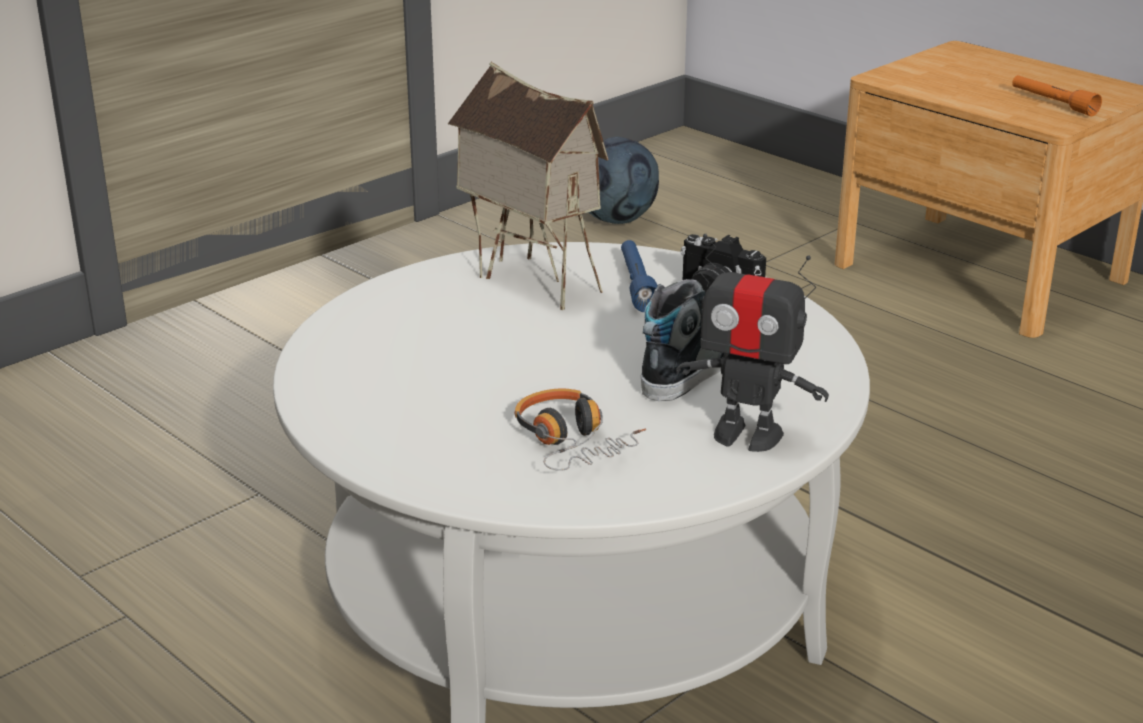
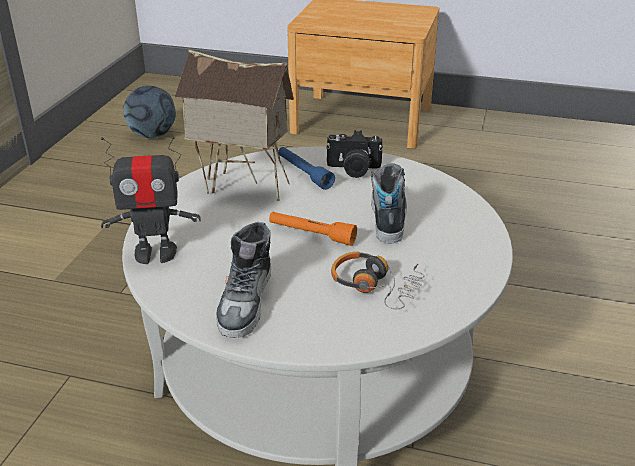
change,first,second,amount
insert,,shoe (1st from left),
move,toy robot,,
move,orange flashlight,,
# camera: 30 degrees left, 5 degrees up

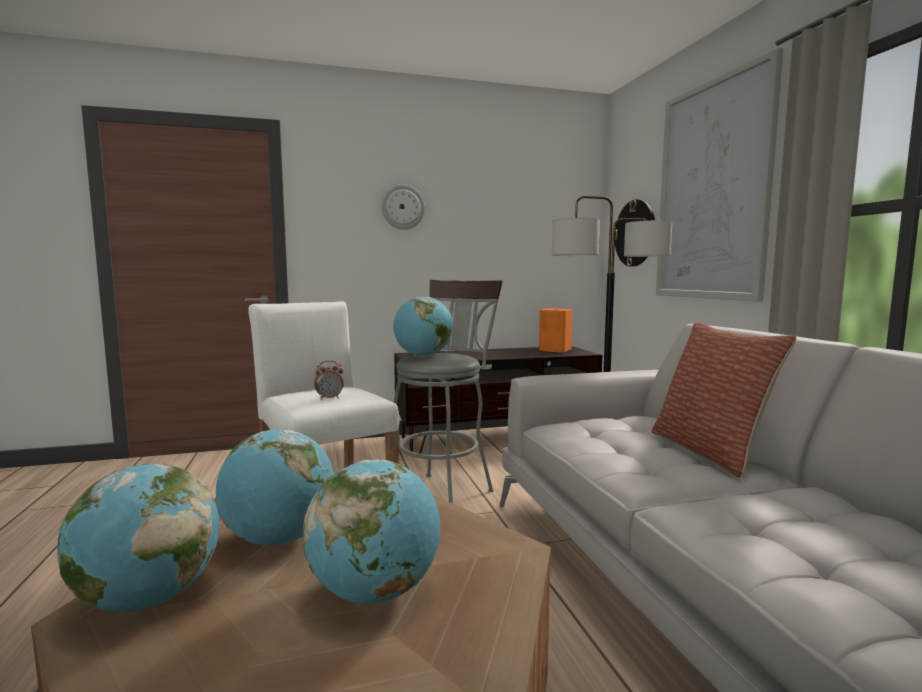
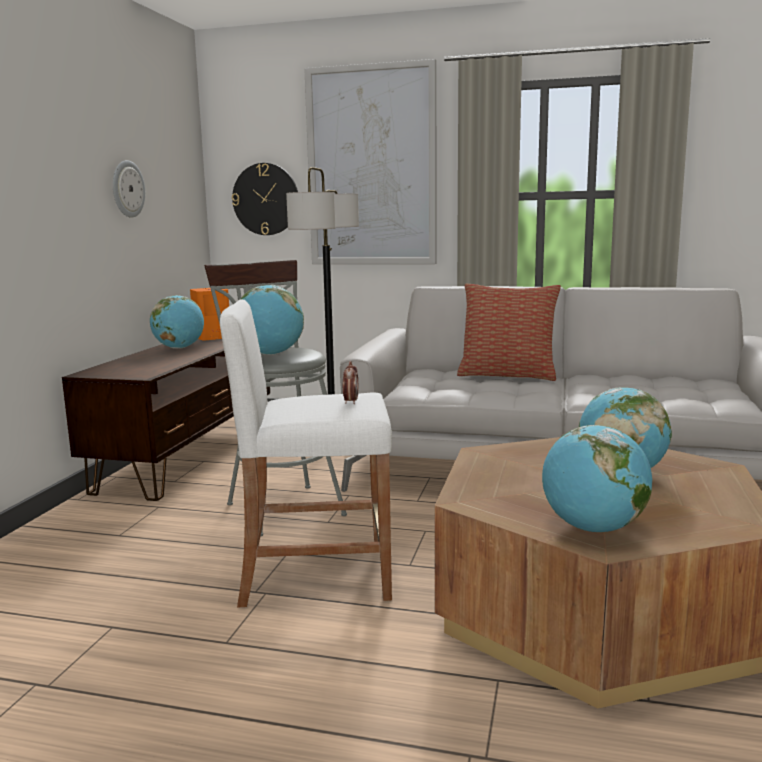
change,first,second,amount
move,globe (2nd from left in the first image),globe (1st from left),
move,wall clock (1st from left),,
# camera: 60 degrees left, 5 degrees up

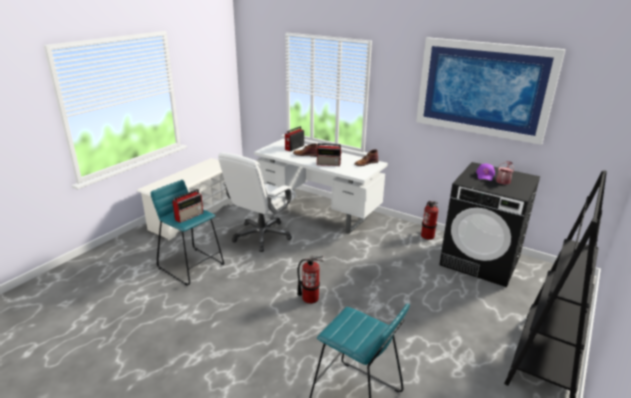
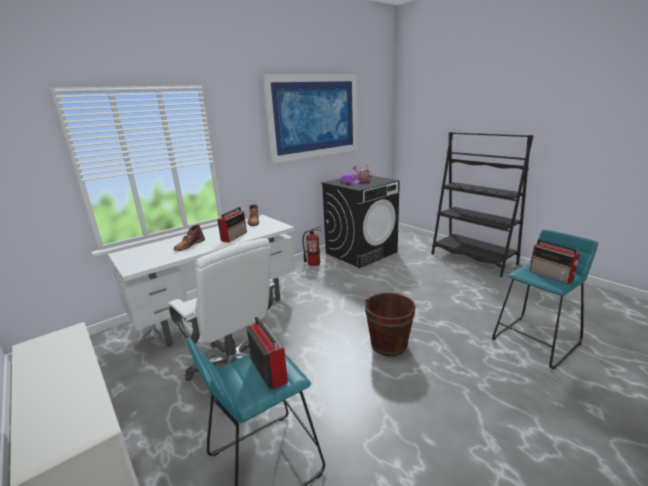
change,first,second,amount
move,radio (2nd from left in the first image),radio (3rd from left),
replace,fire extinguisher (1st from left),brown bucket,
# camera: 70 degrees left, 5 degrees down

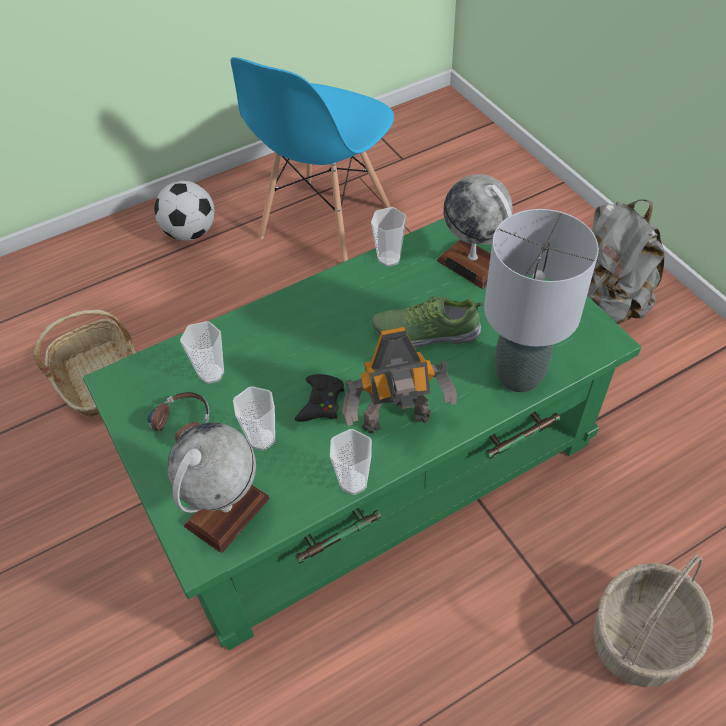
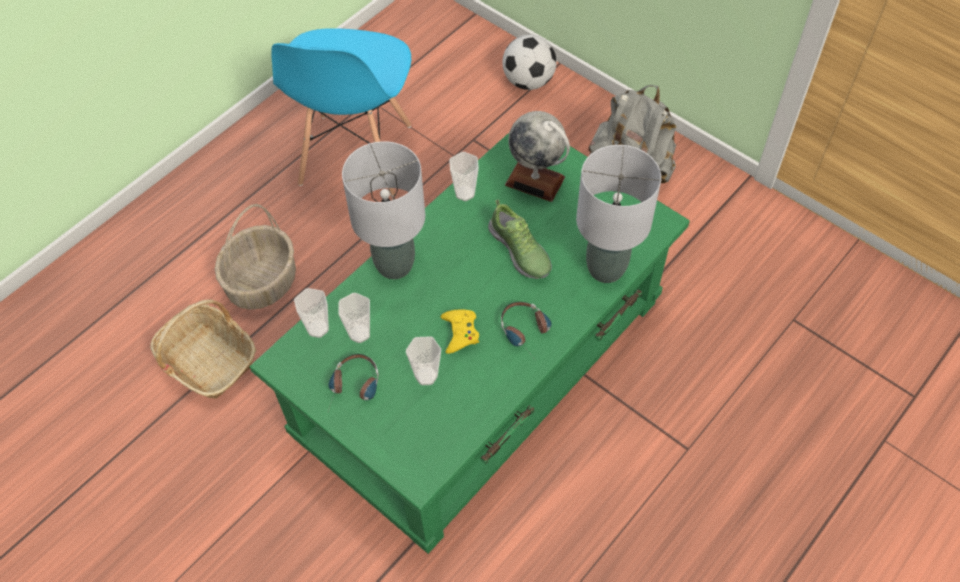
change,first,second,amount
delete,globe (1st from left),,
insert,,grey table lamp (1st from left),
move,football,,
move,cup (3rd from left in the first image),cup (1st from left),
move,basket (2nd from left),,
replace,toy robot,headphones (2nd from left),
recolor,black game controller,yellow game controller,
rotate,shoe,,105 degrees counterclockwise
# camera: 20 degrees left, 5 degrees up

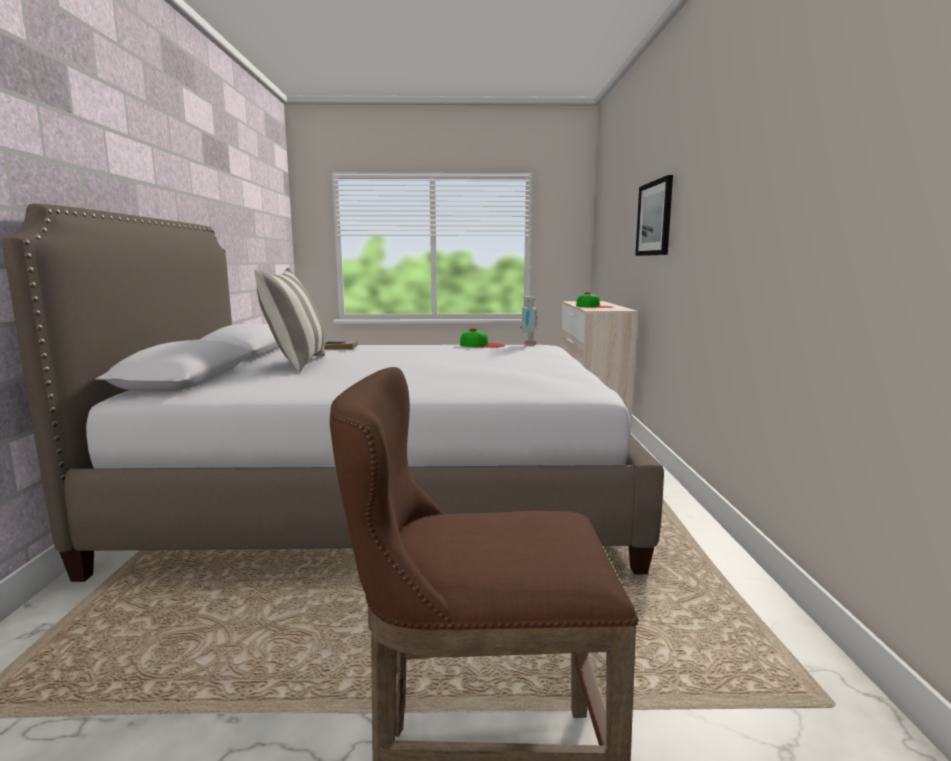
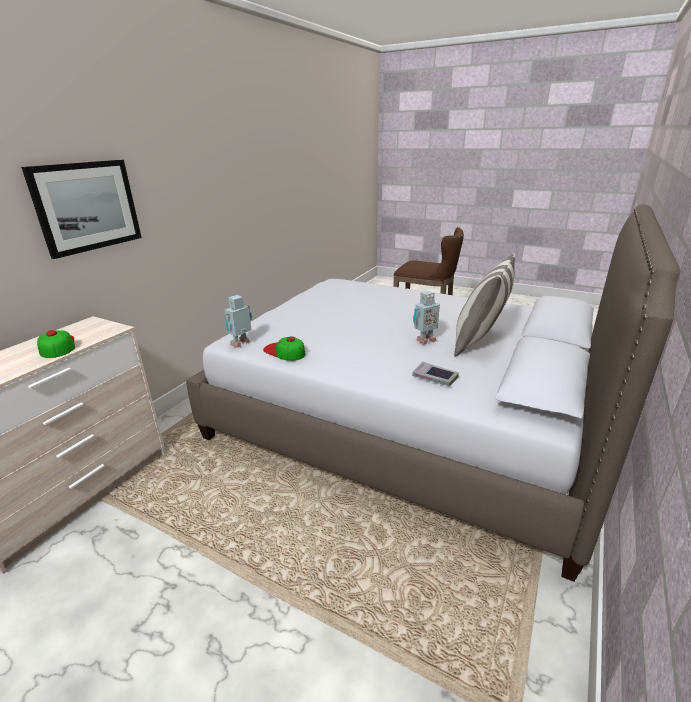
change,first,second,amount
insert,,toy robot (2nd from left),
# camera: 150 degrees left, 15 degrees up

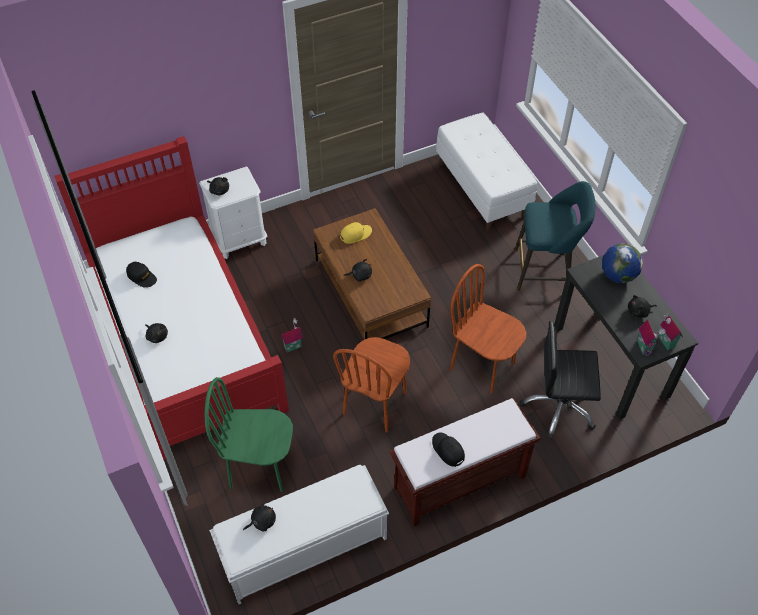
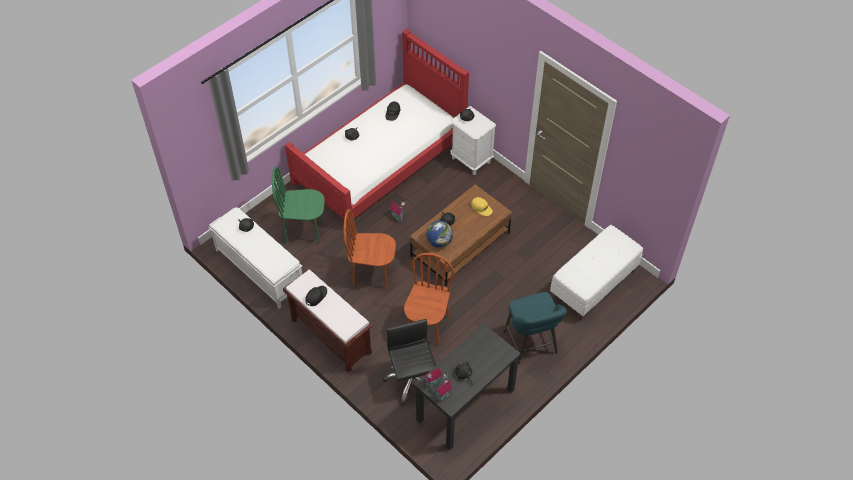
change,first,second,amount
move,globe,,
rotate,green chair,,75 degrees counterclockwise
# camera: 70 degrees right, 0 degrees up

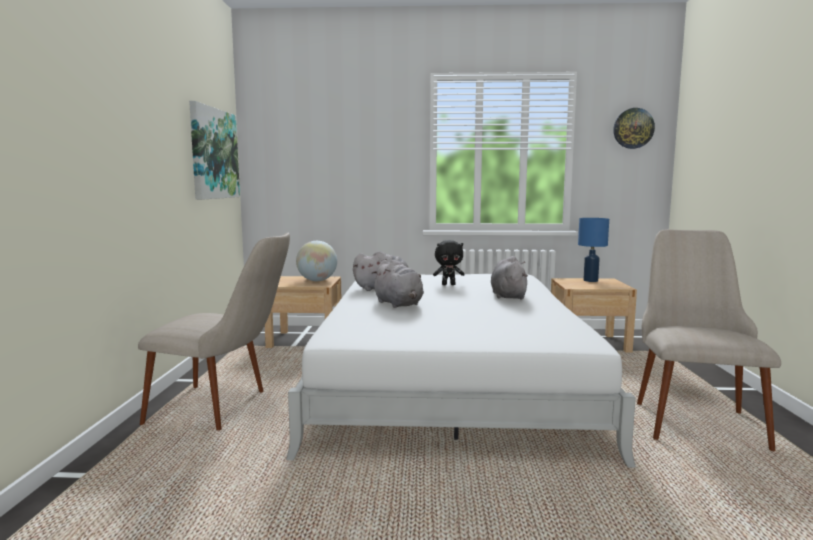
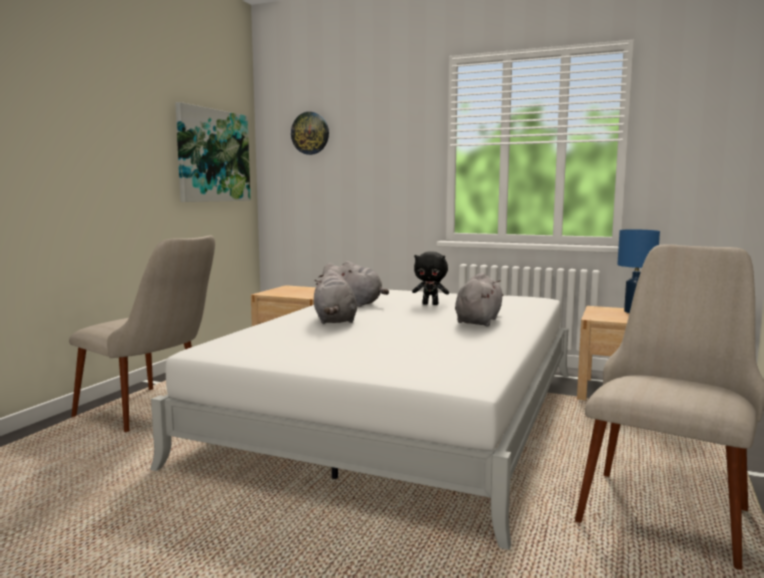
change,first,second,amount
delete,globe,,
move,wall clock,,
# camera: 20 degrees right, 0 degrees up

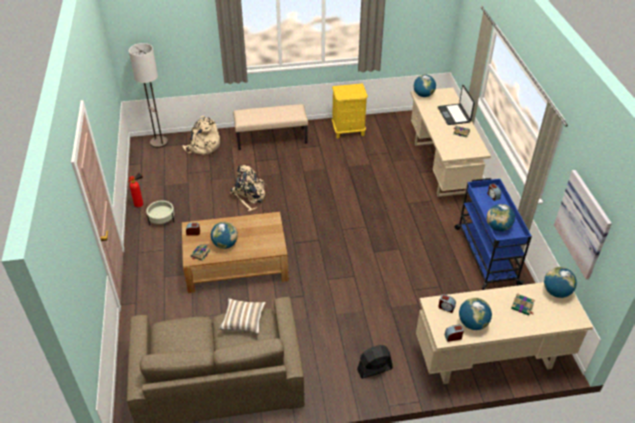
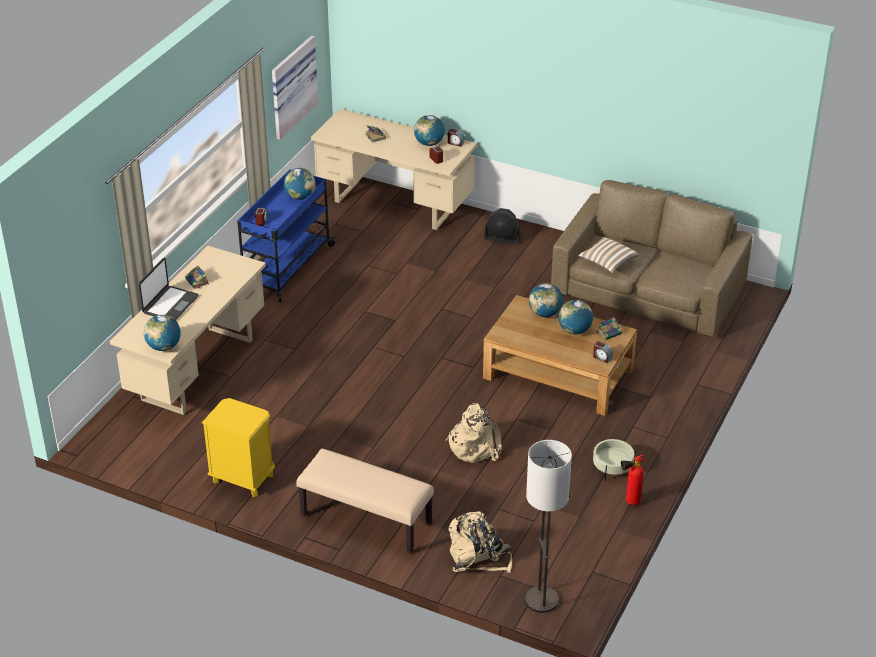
change,first,second,amount
move,globe (5th from left in the first image),globe (4th from left),
# camera: 145 degrees left, 5 degrees down

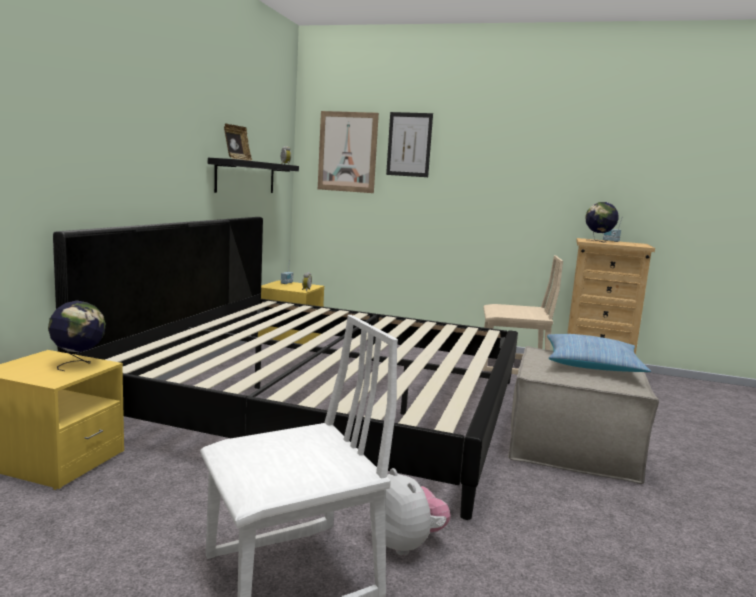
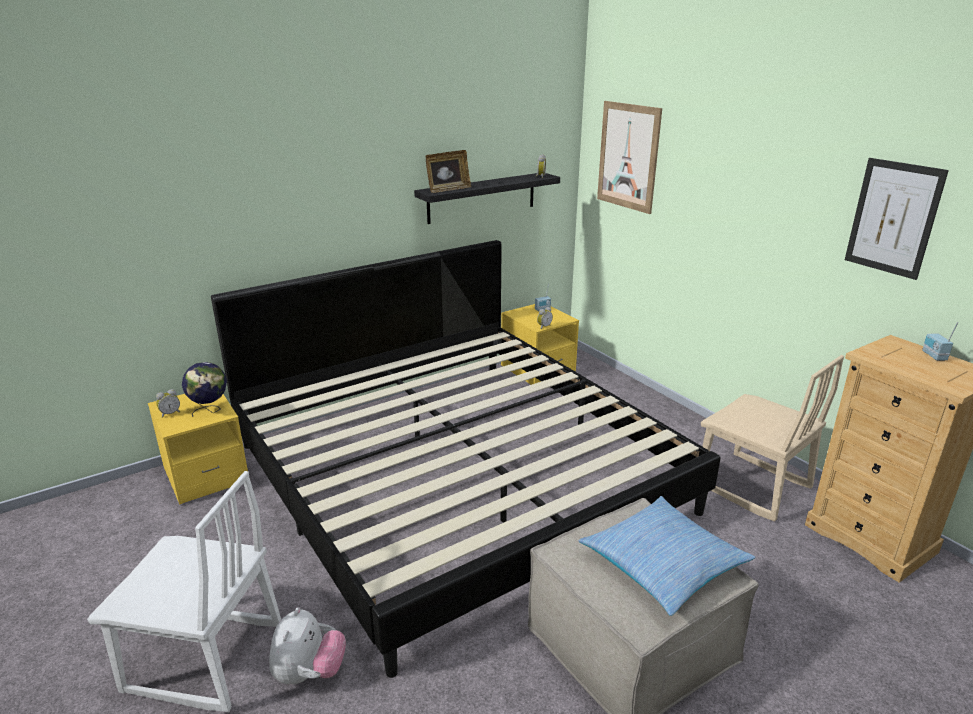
change,first,second,amount
delete,globe (2nd from left),,
insert,,alarm clock (1st from left),
move,picture (2nd from left),,
# camera: 40 degrees right, 15 degrees up

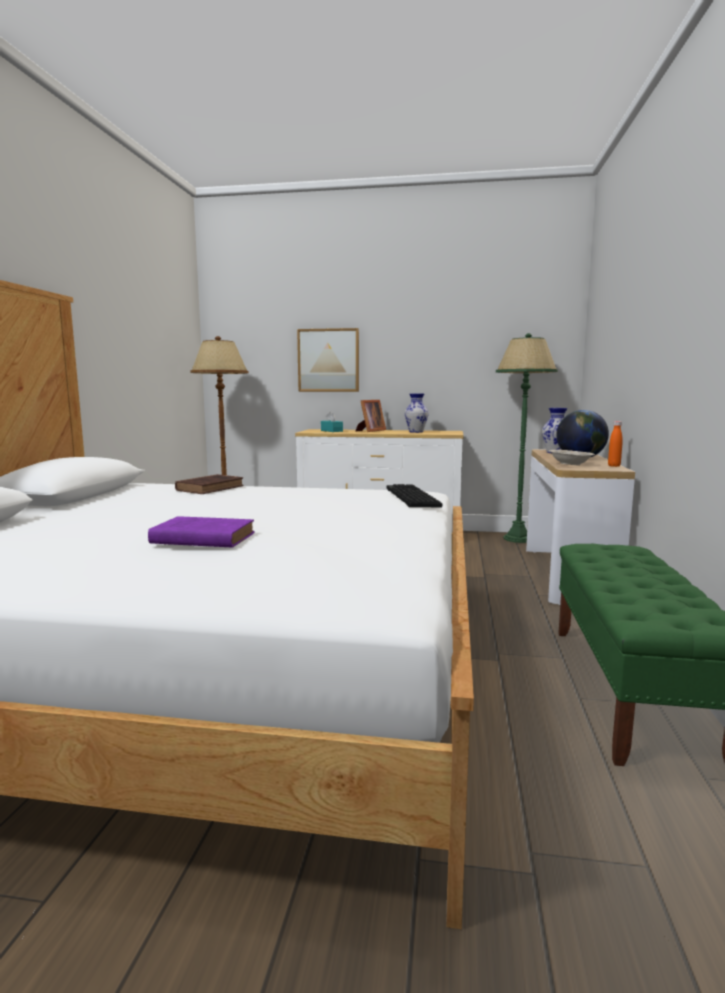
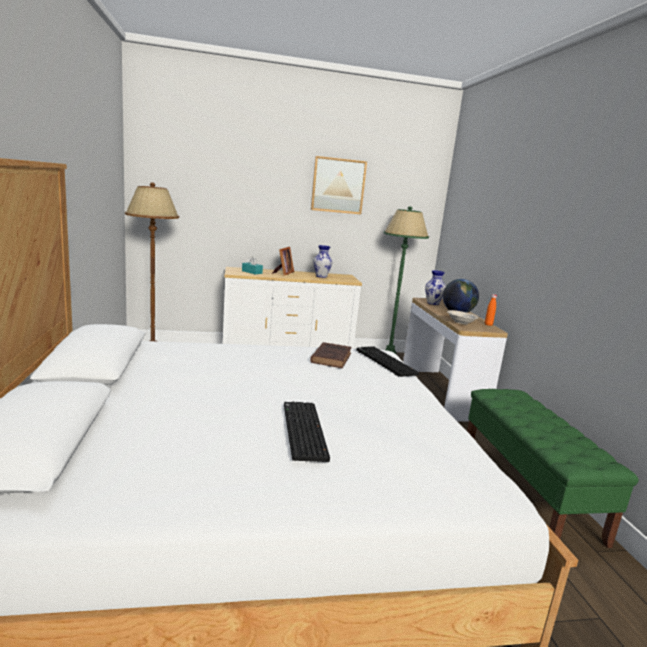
change,first,second,amount
move,brown book,,
move,picture,,
replace,purple book,keyboard (1st from left),
# camera: 20 degrees left, 5 degrees up

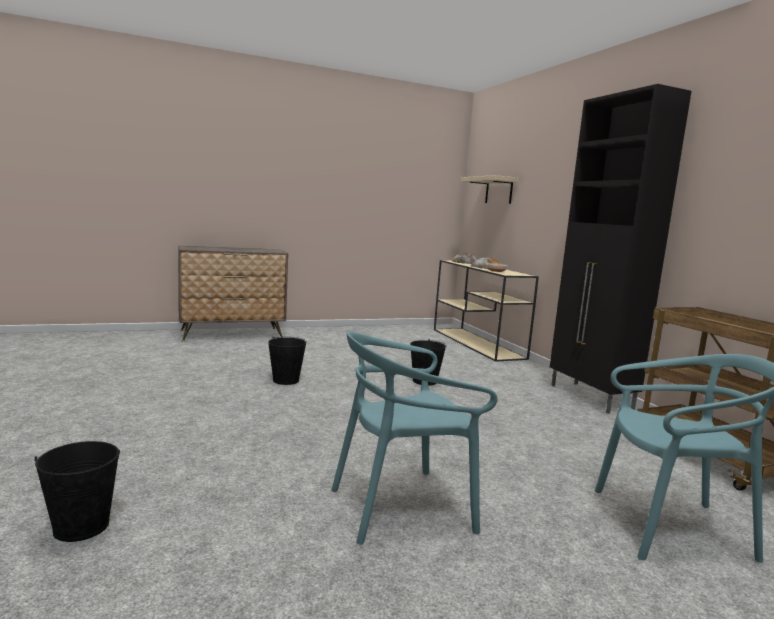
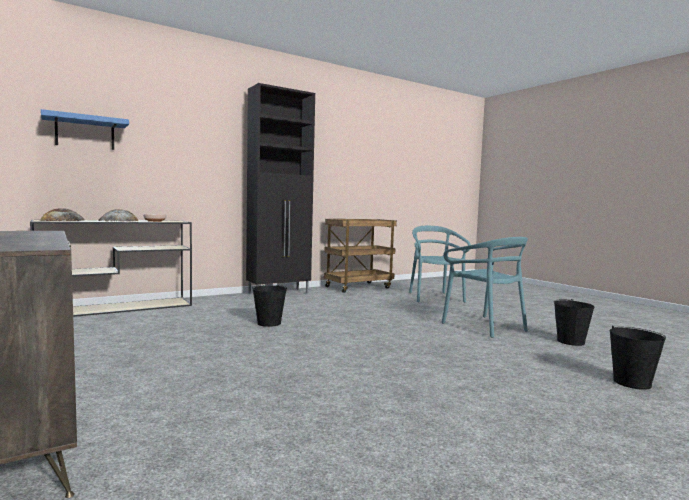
change,first,second,amount
move,black bucket (2nd from left),,
recolor,beige shelf,blue shelf,
# camera: 100 degrees left, 5 degrees down

